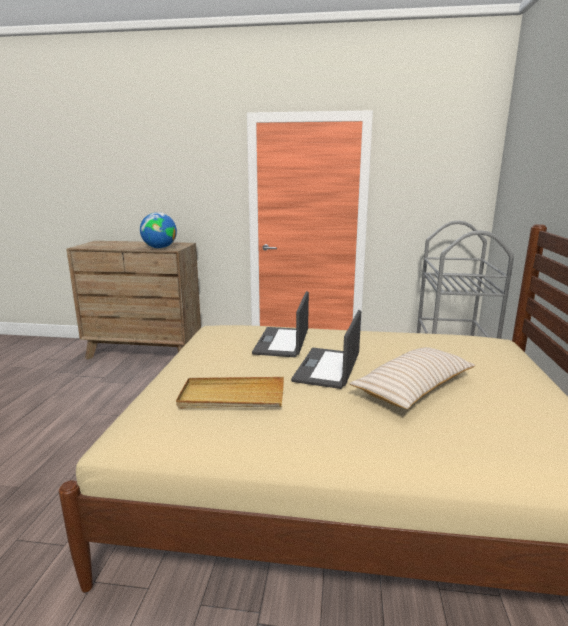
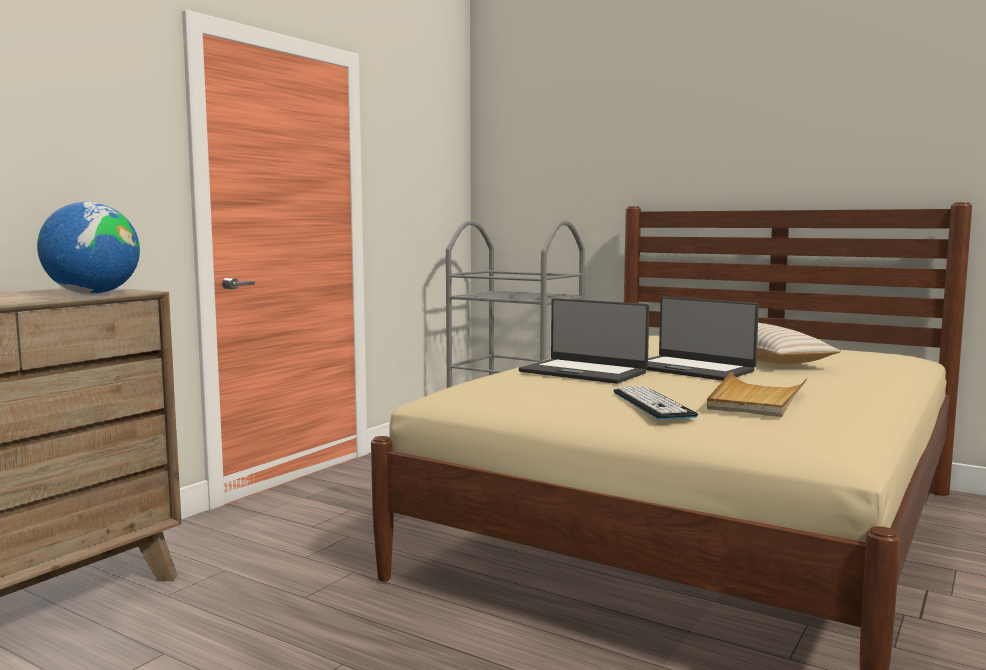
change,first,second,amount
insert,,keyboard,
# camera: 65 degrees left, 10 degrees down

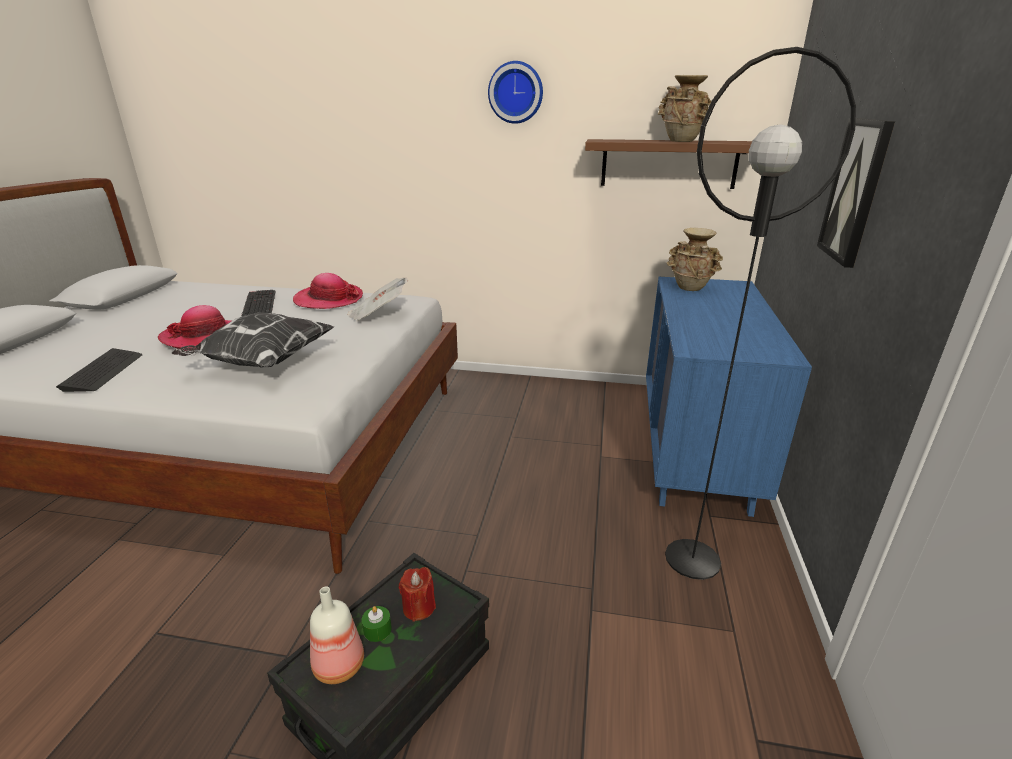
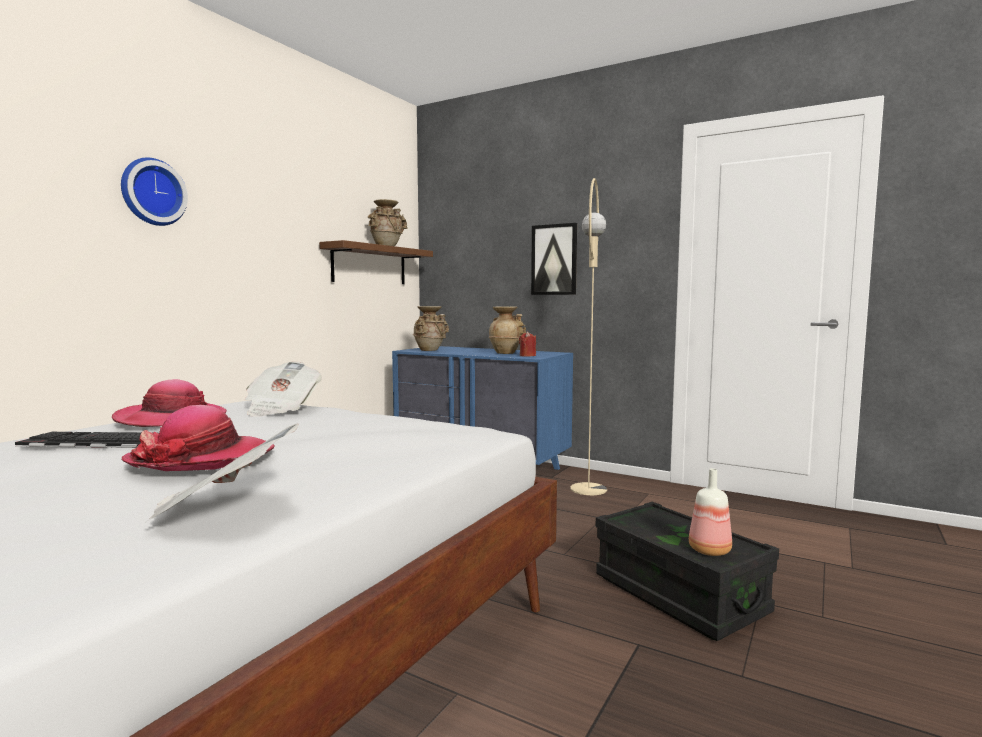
change,first,second,amount
delete,pillow,,
delete,green candle,,
insert,,beige vase (3rd from left),
move,red candle,,
move,wall clock,,
replace,keyboard (1st from left),newspaper (1st from left),
recolor,black floor lamp,beige floor lamp,
# camera: 70 degrees left, 20 degrees down

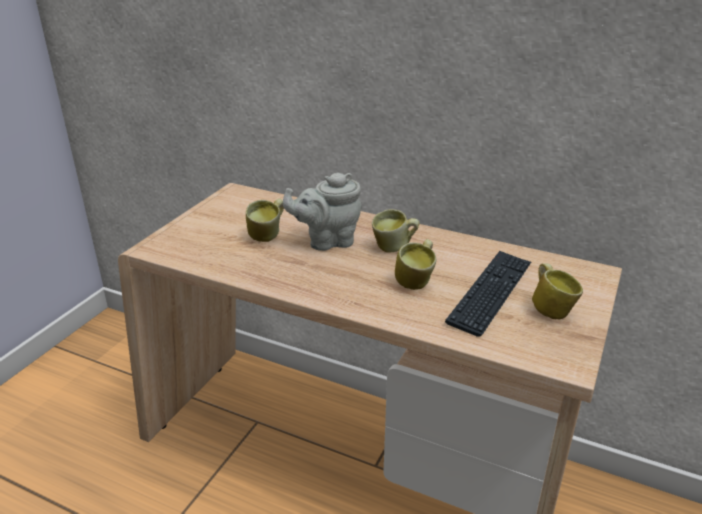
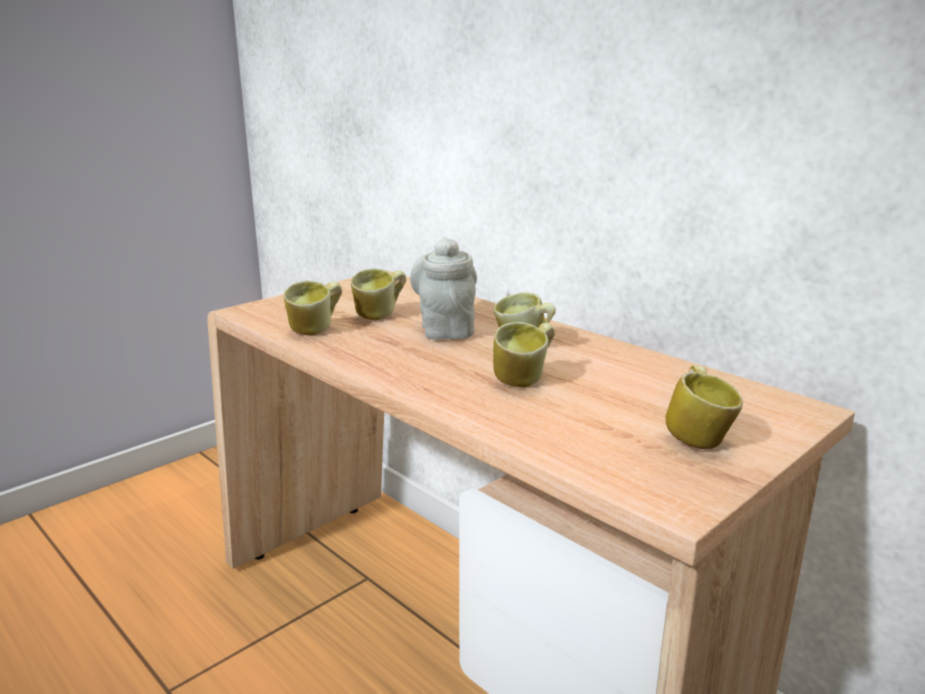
change,first,second,amount
delete,keyboard,,
insert,,mug (1st from left),
rotate,grey teapot,,75 degrees clockwise
# camera: 20 degrees right, 10 degrees down

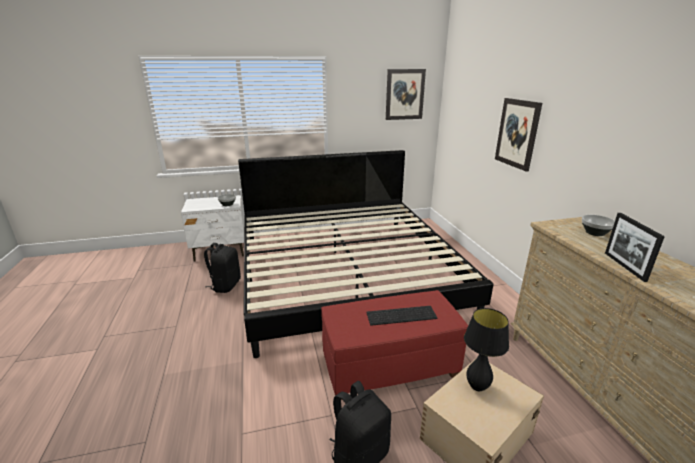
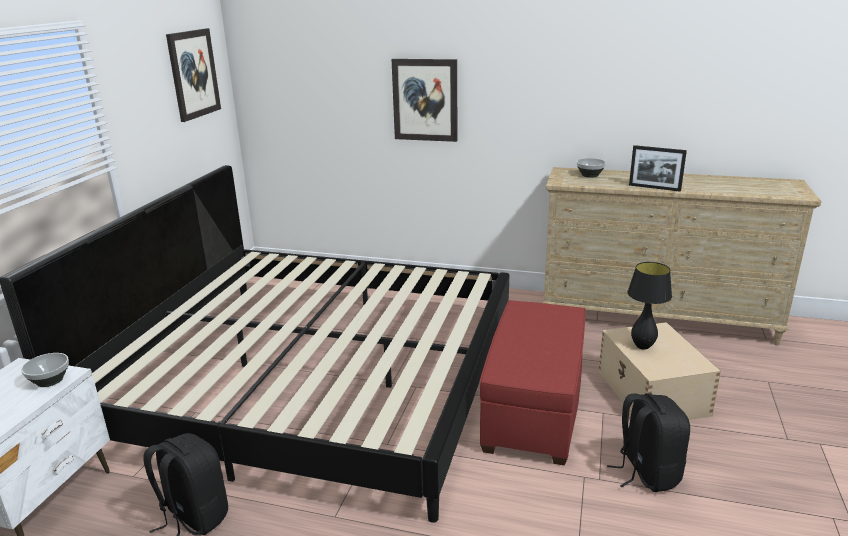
change,first,second,amount
delete,keyboard,,
# camera: 60 degrees left, 0 degrees up

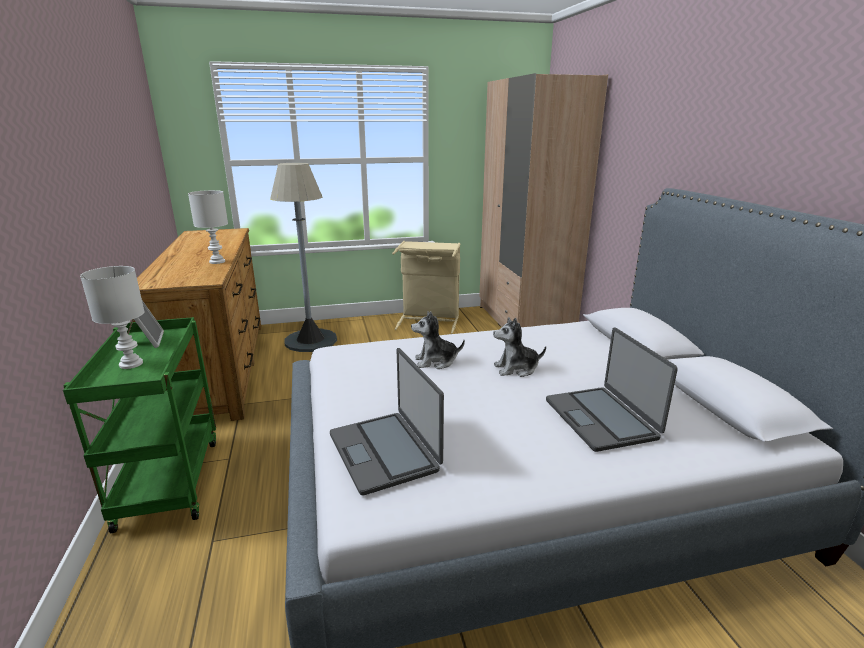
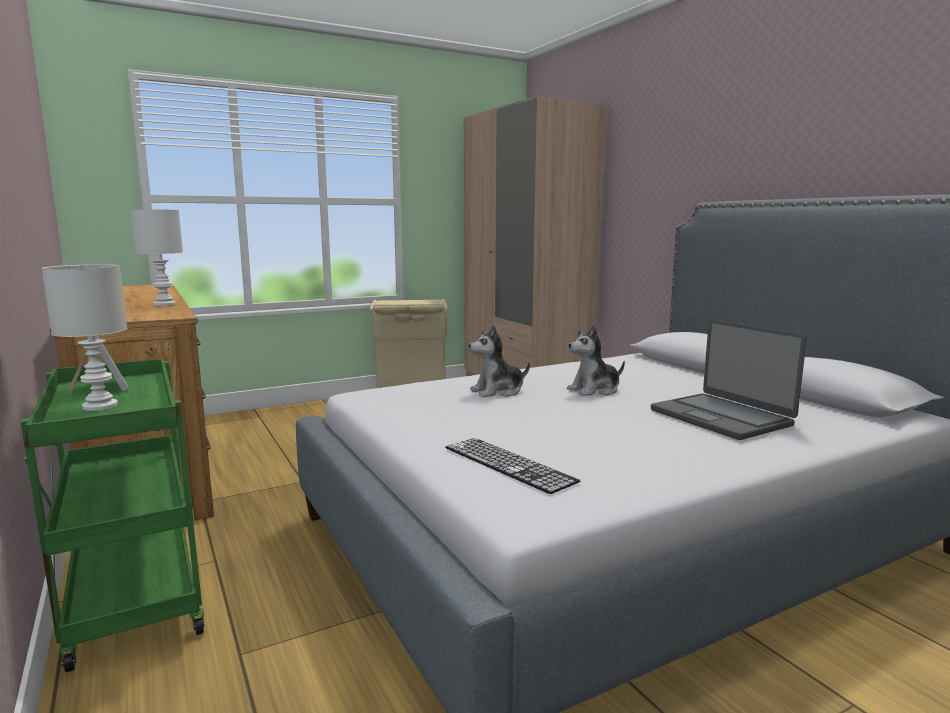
change,first,second,amount
delete,grey floor lamp,,
replace,laptop (1st from left),keyboard,
# camera: 15 degrees left, 10 degrees down

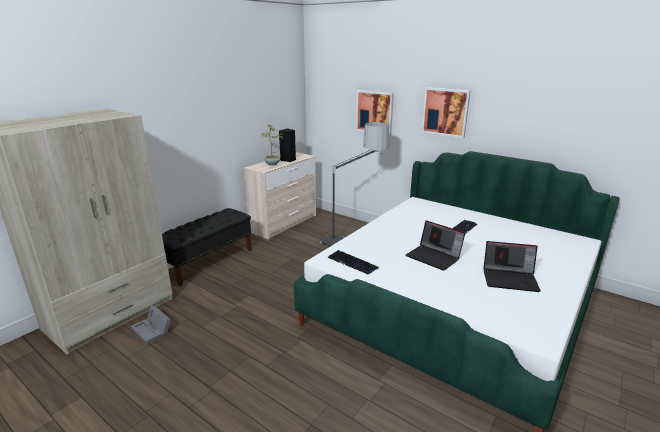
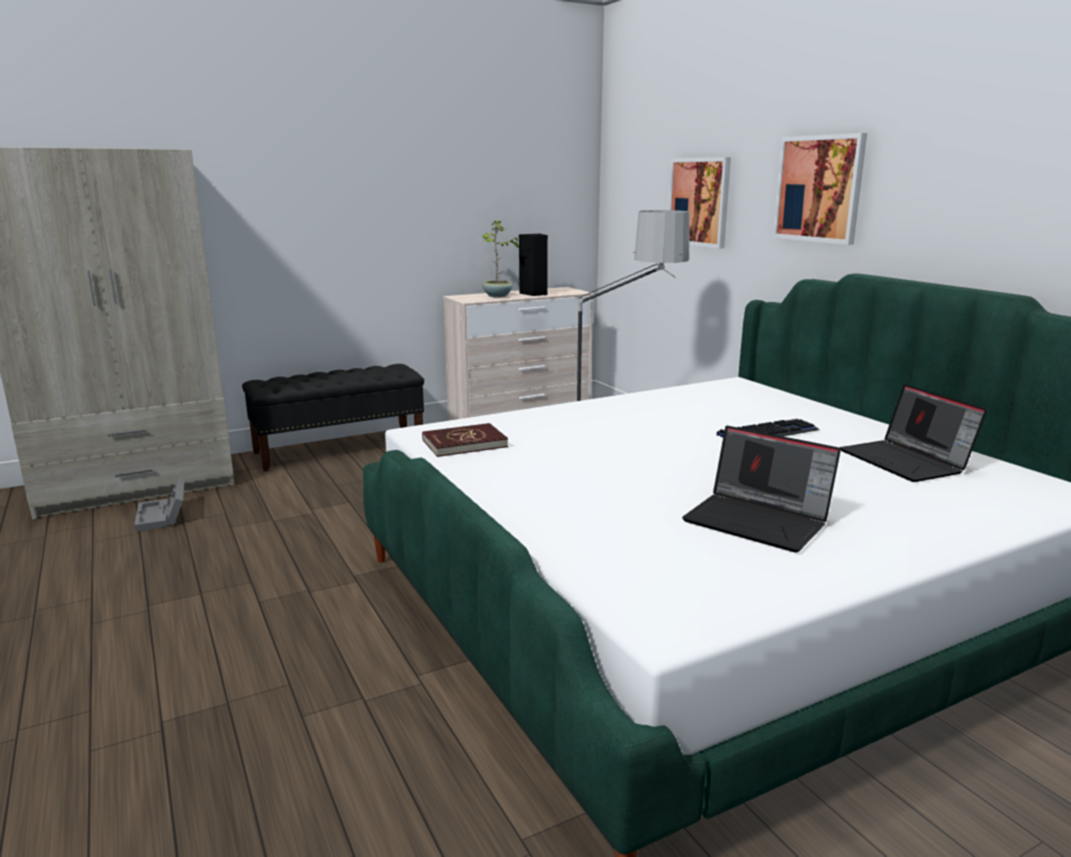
change,first,second,amount
move,laptop (1st from left in the first image),laptop (2nd from left),
replace,keyboard (1st from left),red book,
# camera: 25 degrees right, 5 degrees down

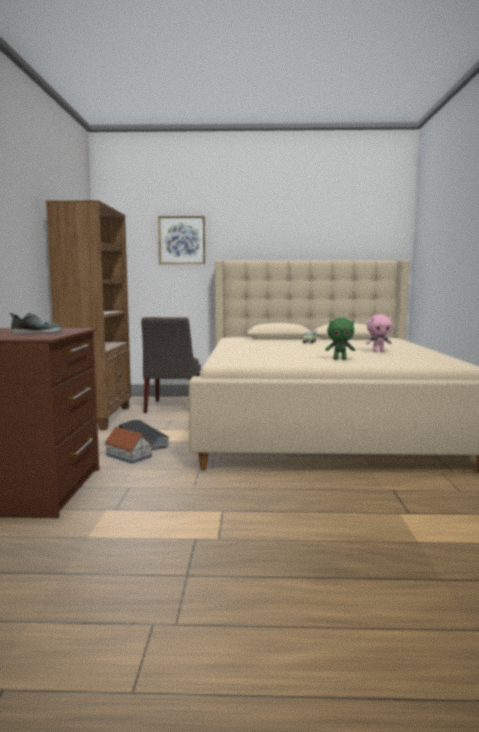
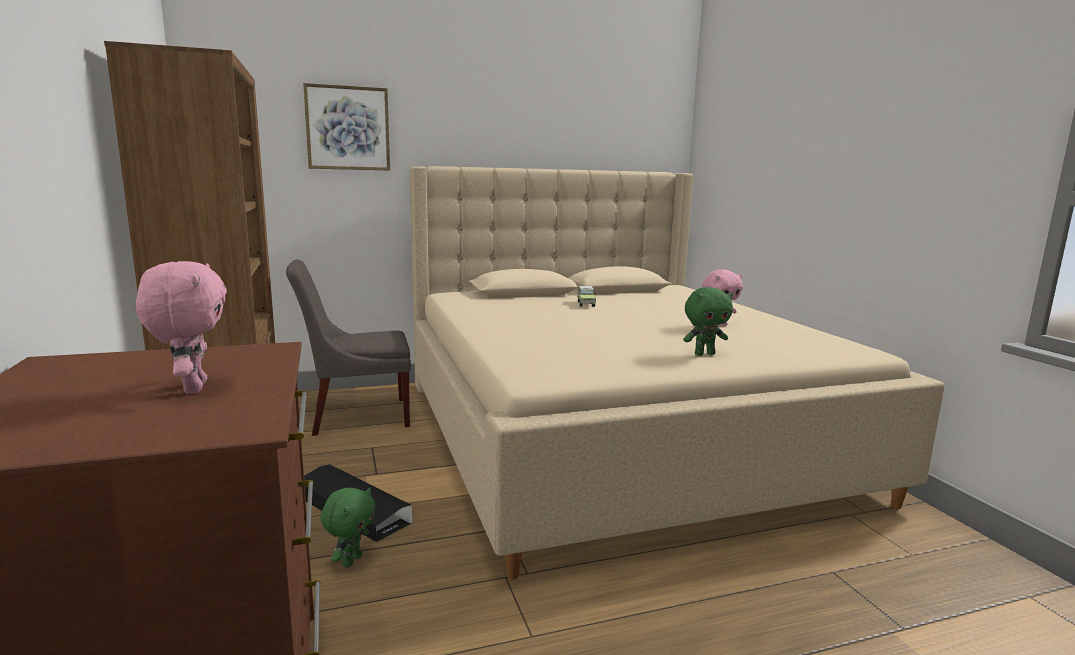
change,first,second,amount
replace,shoe,pink plush toy (1st from left),
replace,toy house,green plush toy (1st from left),
rotate,grey chair,,90 degrees clockwise
# camera: 20 degrees left, 5 degrees up

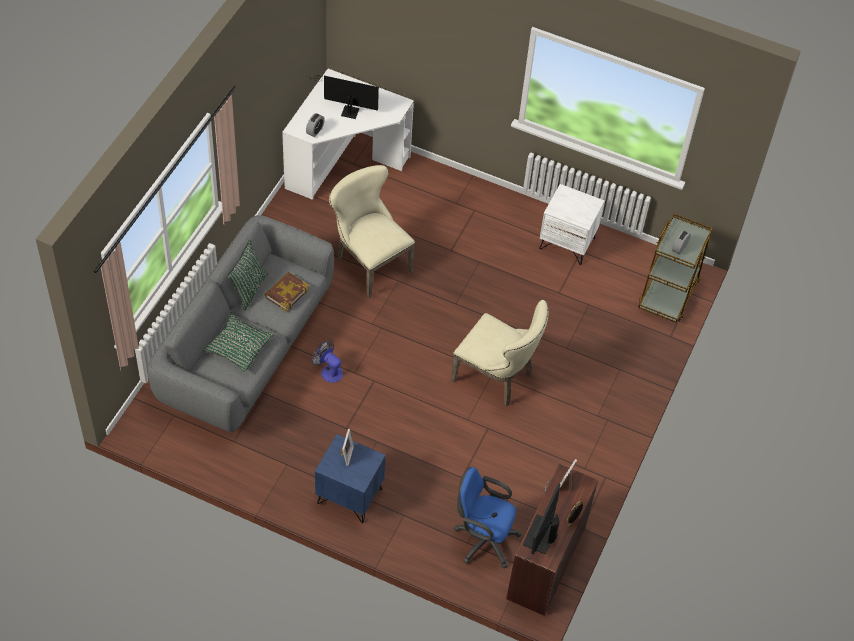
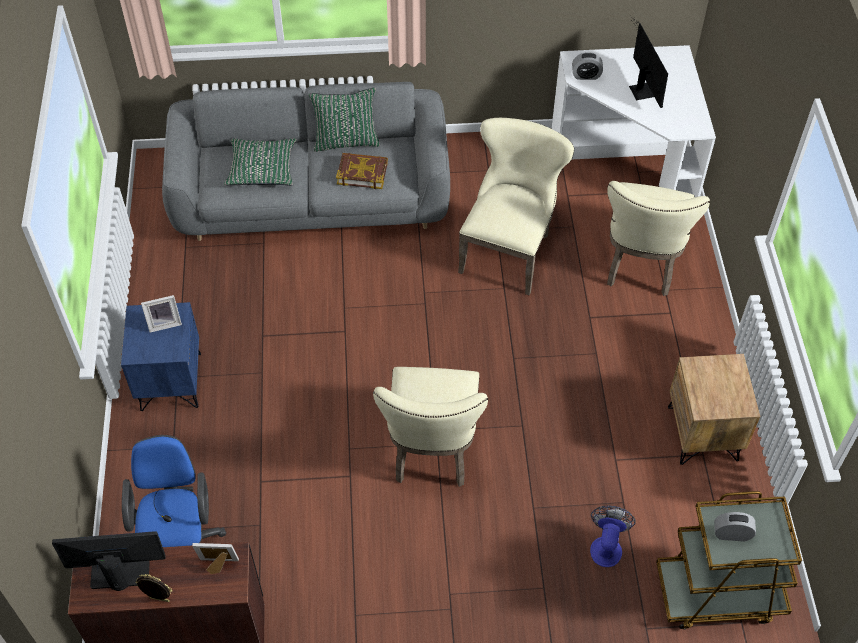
change,first,second,amount
insert,,beige chair (3rd from left),
move,fan,,
recolor,white nightstand,brown nightstand,
# camera: 65 degrees right, 0 degrees up

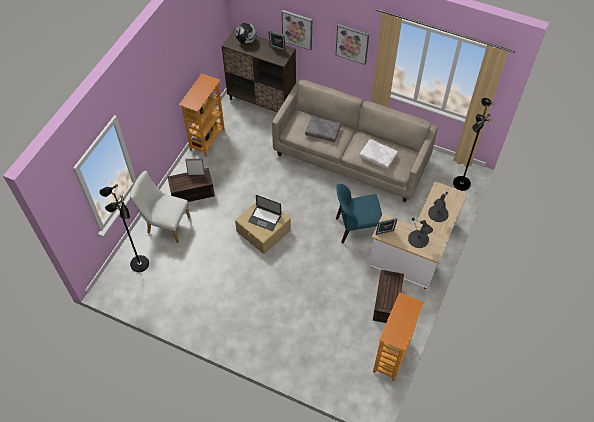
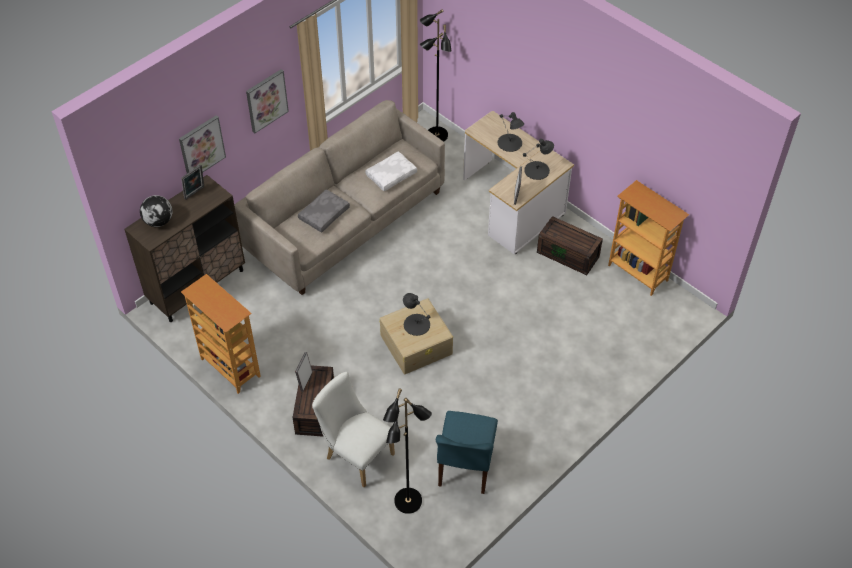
change,first,second,amount
move,blue chair,,
replace,laptop,black table lamp (1st from left),
rotate,white chair,,90 degrees clockwise
# camera: 70 degrees left, 5 degrees down

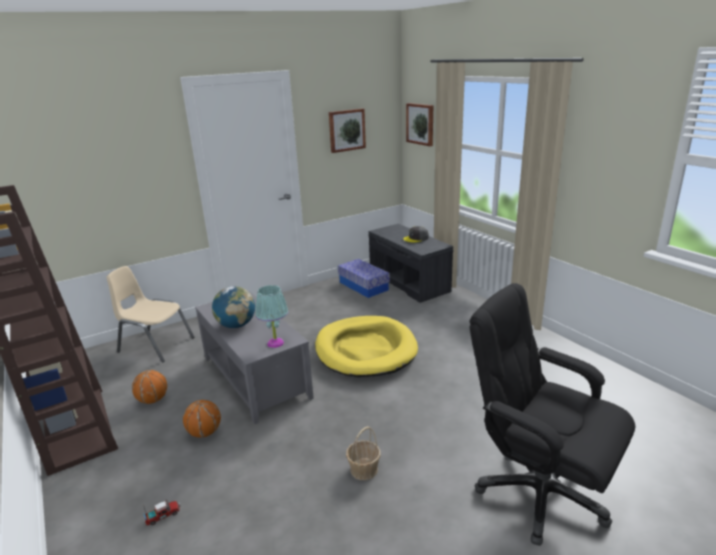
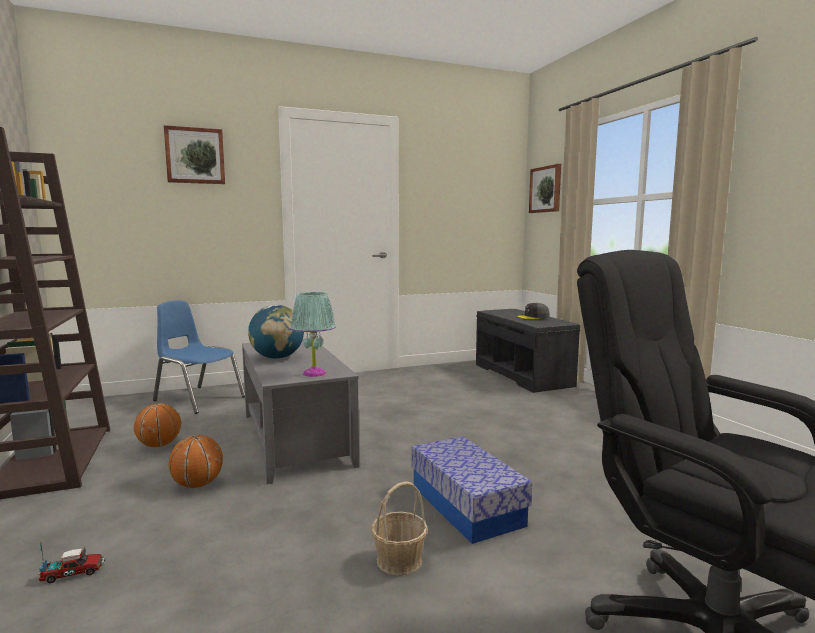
change,first,second,amount
delete,yellow dog bed,,
move,picture (1st from left),,
move,storage box,,
recolor,beige chair,blue chair,
# camera: 10 degrees right, 15 degrees down

